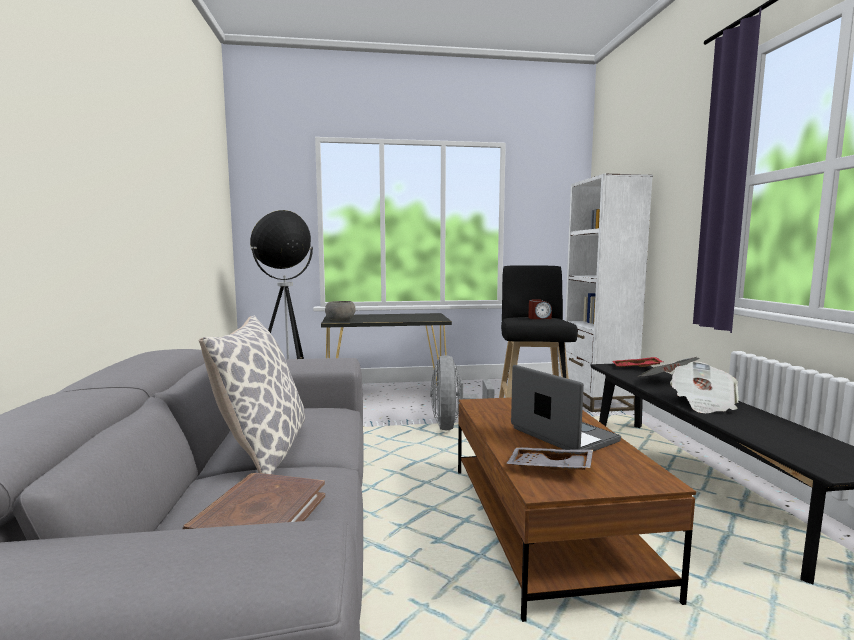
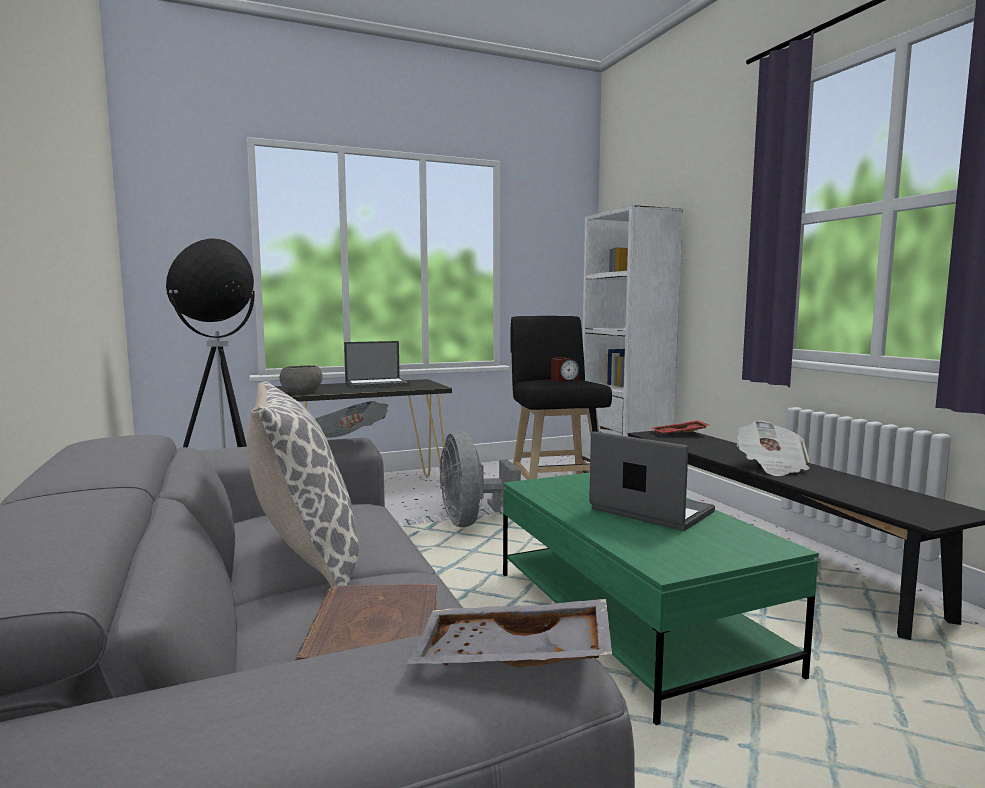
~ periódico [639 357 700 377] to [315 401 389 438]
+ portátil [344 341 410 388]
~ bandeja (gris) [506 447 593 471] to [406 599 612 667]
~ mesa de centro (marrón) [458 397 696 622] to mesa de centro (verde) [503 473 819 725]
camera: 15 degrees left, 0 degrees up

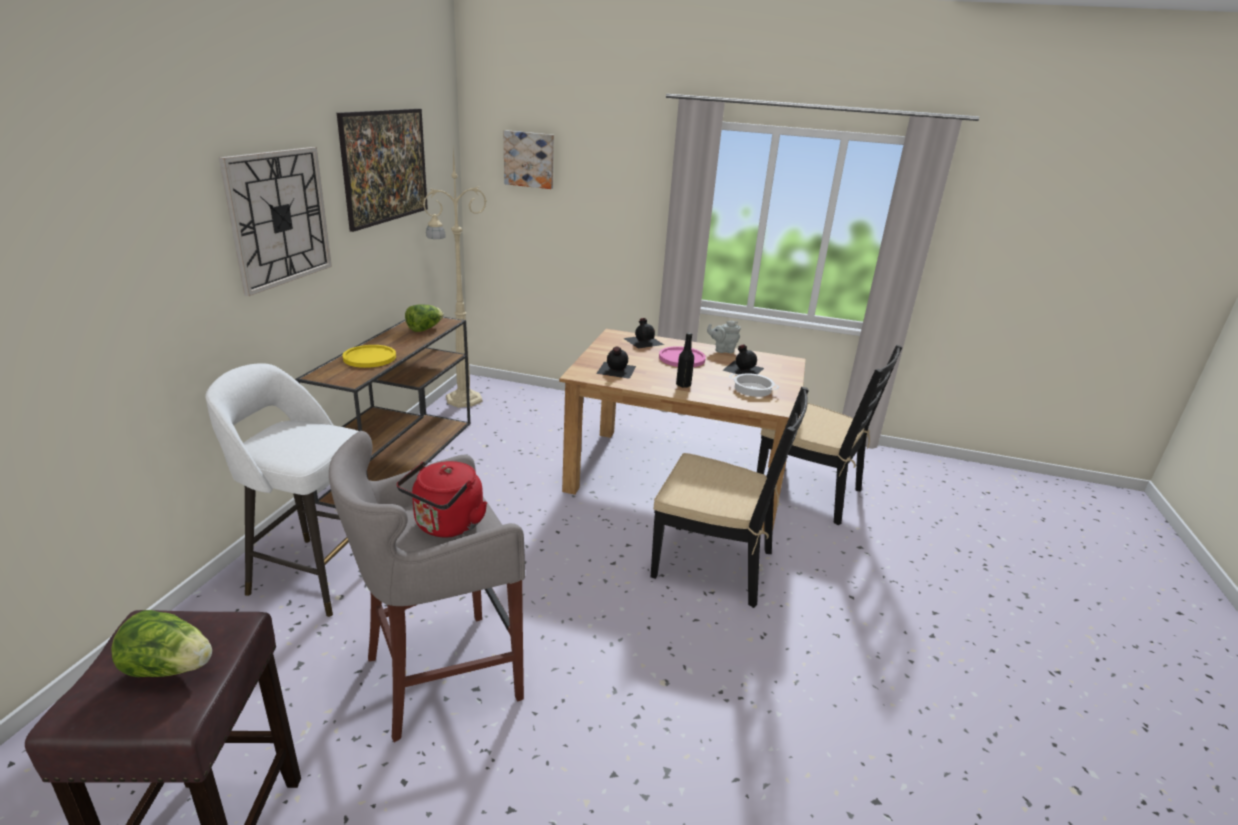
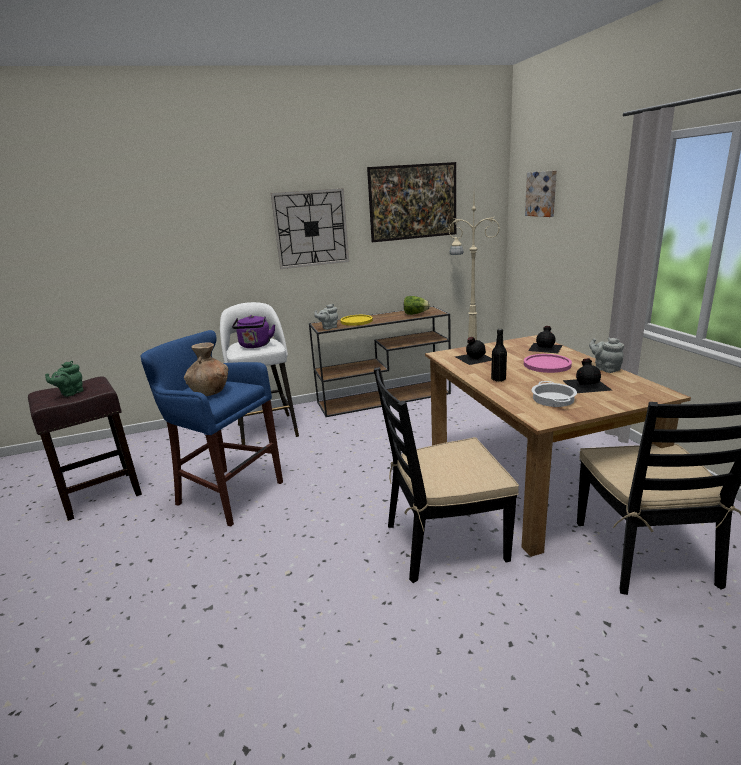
~ lechuga [111 610 212 677] to tetera (verde) [45 361 83 397]
~ taburete (gris) [329 431 525 743] to taburete (azul) [140 330 283 527]
~ hervidor (rojo) [397 461 487 537] to florero (marrón) [184 342 228 396]
+ hervidor (morado) [232 315 275 348]
+ tetera (gris) [314 304 338 330]
~ silla (negro) [651 387 809 608] = [374 367 519 583] 90 degrees clockwise
camera: 60 degrees right, 5 degrees down

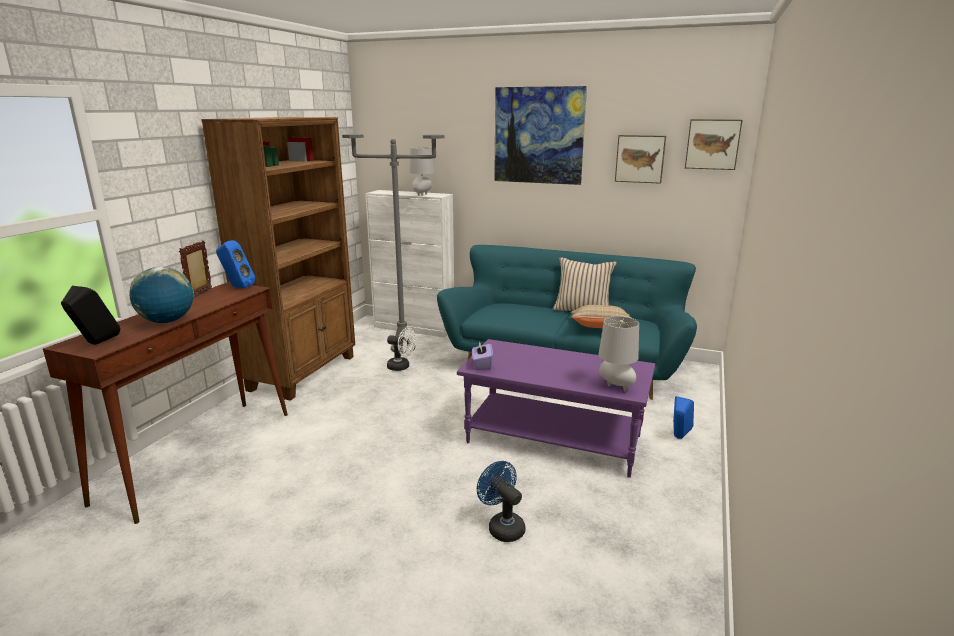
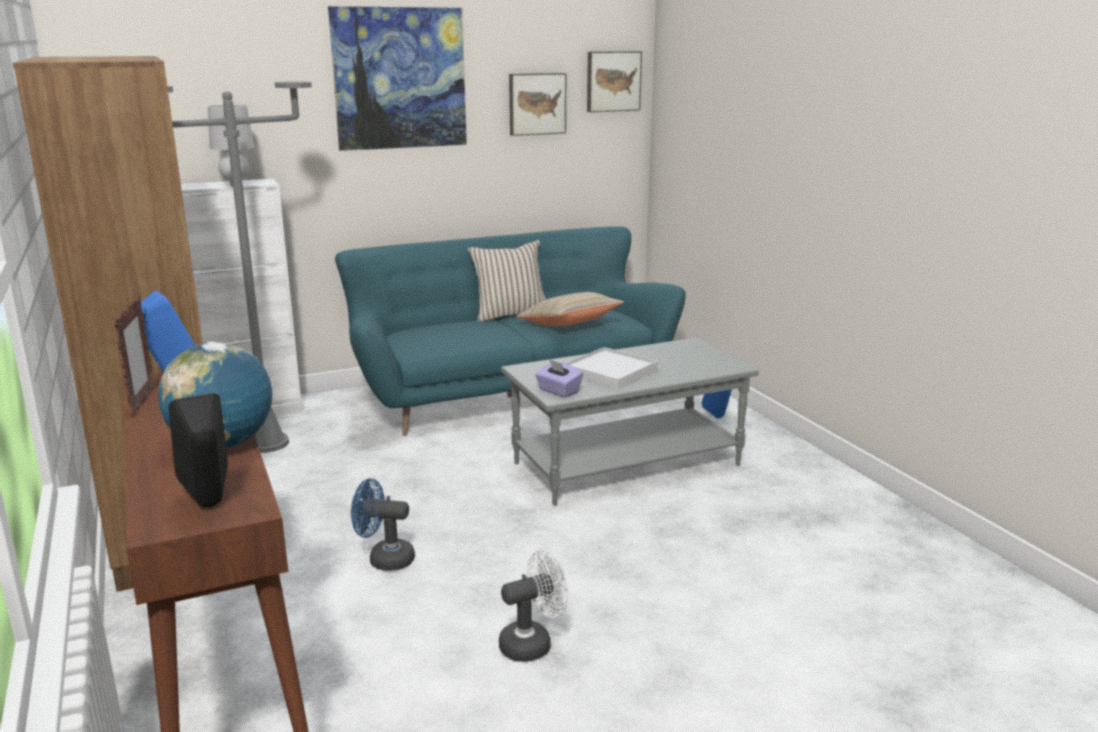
~ portarretratos [179 240 212 298] = [114 296 155 416] 150 degrees counterclockwise
~ ventilador (azul) [477 461 525 542] to [351 478 415 571]
~ ventilador (blanco) [387 327 416 371] to [499 550 568 662]
~ mesa de centro (morado) [457 339 655 478] to mesa de centro (gris) [501 338 759 506]
+ bandeja (blanco) [564 347 658 389]
- lámpara de mesa (gris) [599 316 639 392]
camera: 45 degrees left, 0 degrees up

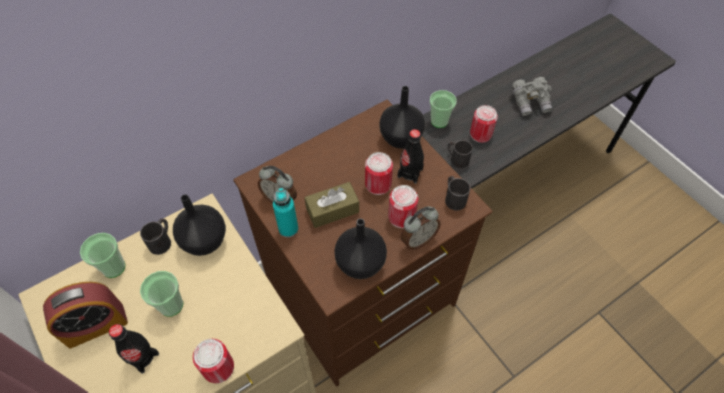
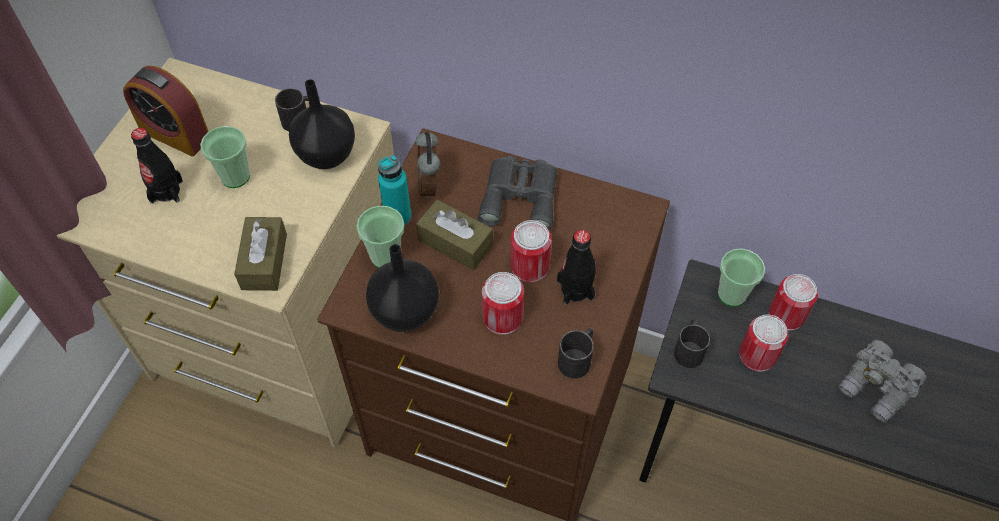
+ caja de pañuelos (marrón) [234 217 287 291]
~ taza [80 233 125 278] to [356 206 404 268]
+ prismáticos (gris) [478 156 557 231]
~ lata [193 339 234 384] to [769 274 818 331]
- florero (negro) [379 86 425 149]
- despertador [401 206 441 250]
camera: 55 degrees right, 0 degrees up

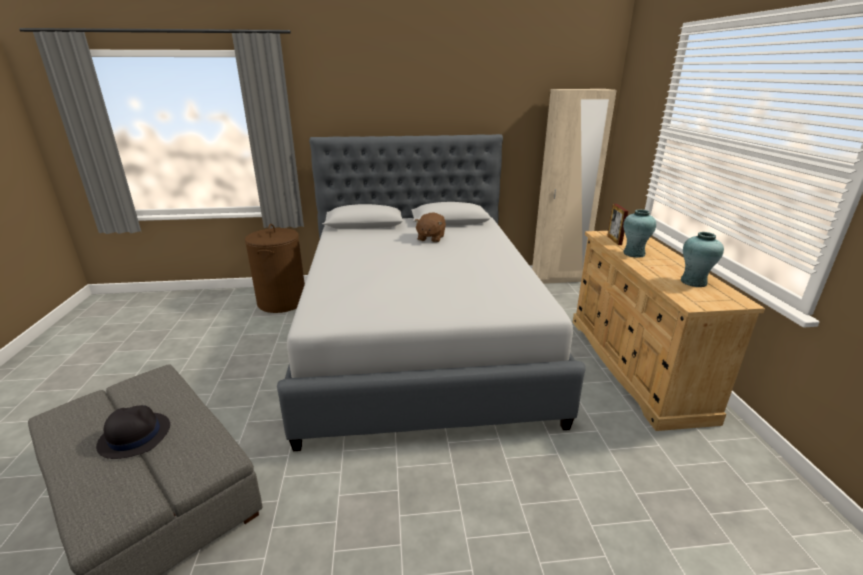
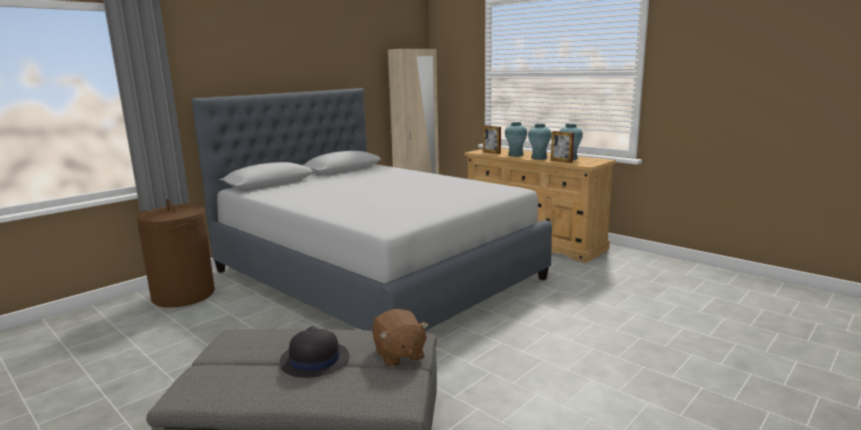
~ peluche (marrón) [414 212 446 243] to [372 309 429 367]
+ florero (turquesa) [528 124 552 160]
+ portarretratos [551 131 574 163]
camera: 40 degrees left, 10 degrees down

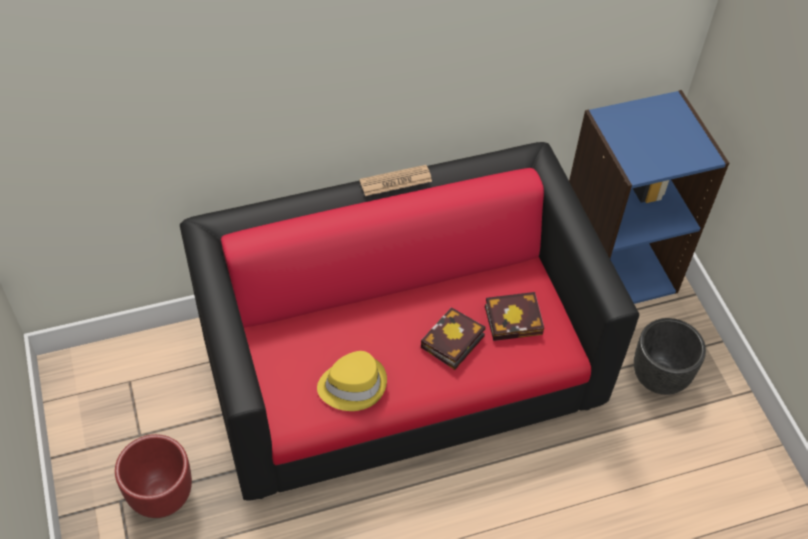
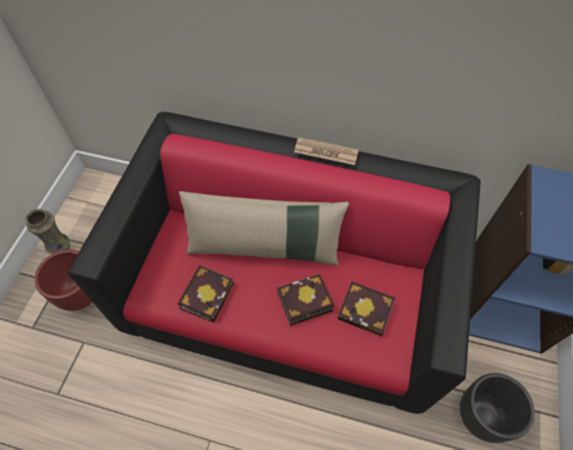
+ florero [25 209 70 254]
~ sombrero (amarillo) [317 351 387 411] to libro [178 265 234 323]
+ cojín (beis) [179 191 349 266]
camera: 35 degrees right, 5 degrees up

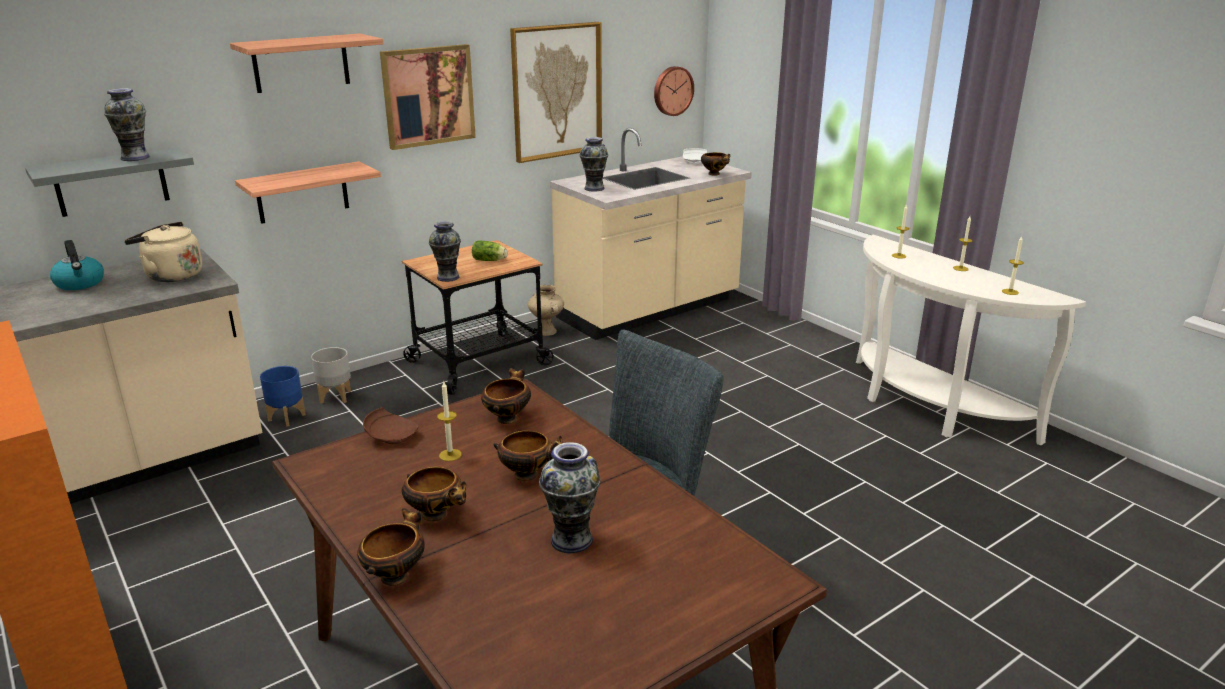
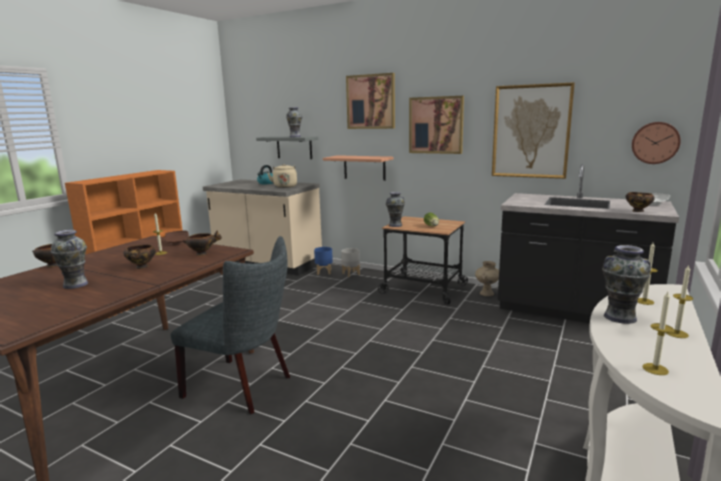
~ estante [230 34 383 93] to cuadro [346 73 395 129]
~ mueble bajo de cocina (beis) [550 128 752 340] to mueble bajo de cocina (negro) [498 164 679 323]
~ florero [579 137 608 192] to [602 245 651 324]
- cuenco [402 467 466 521]
camera: 65 degrees right, 10 degrees down

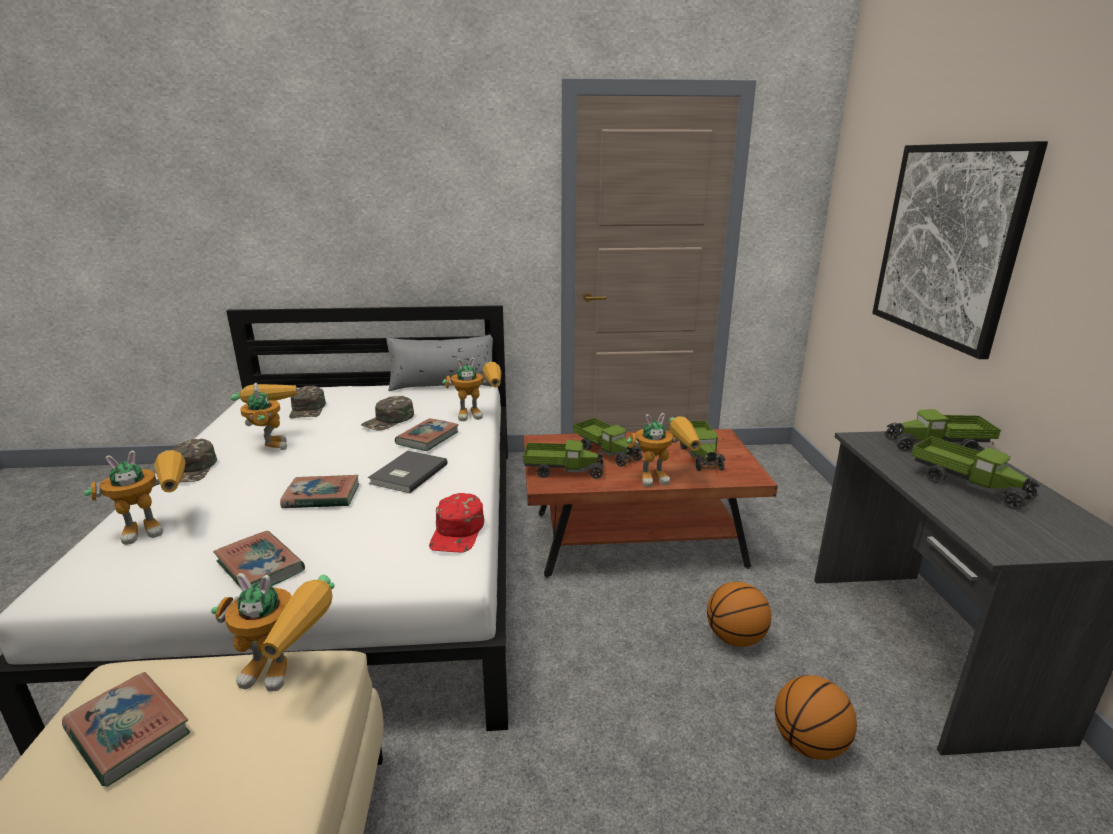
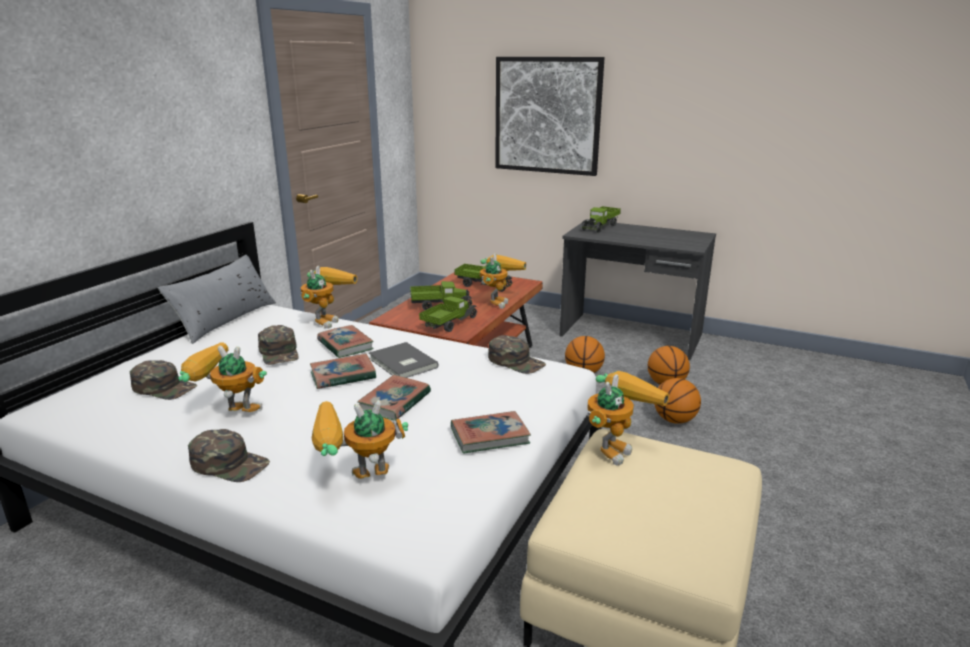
~ libro [62 672 190 787] to [310 354 376 389]
~ robot de juguete [84 450 185 545] = [312 400 408 479] 105 degrees counterclockwise
~ gorra (rojo) [429 493 484 552] to gorra (verde) [488 335 546 374]
+ balón de baloncesto [654 378 701 424]
- camión de juguete [911 436 1040 510]
camera: 60 degrees left, 0 degrees up

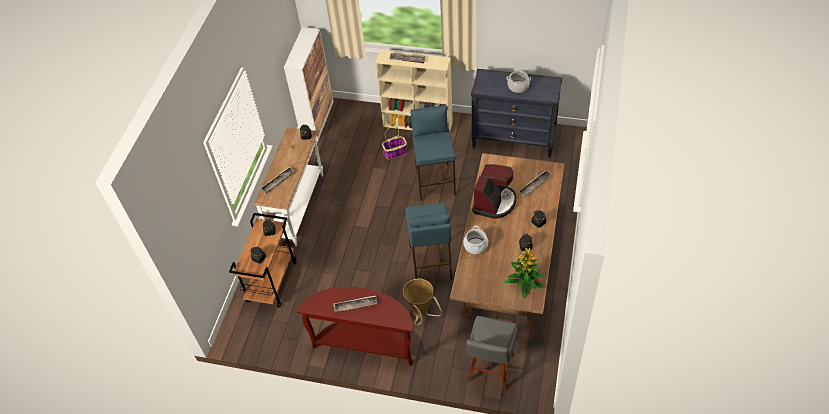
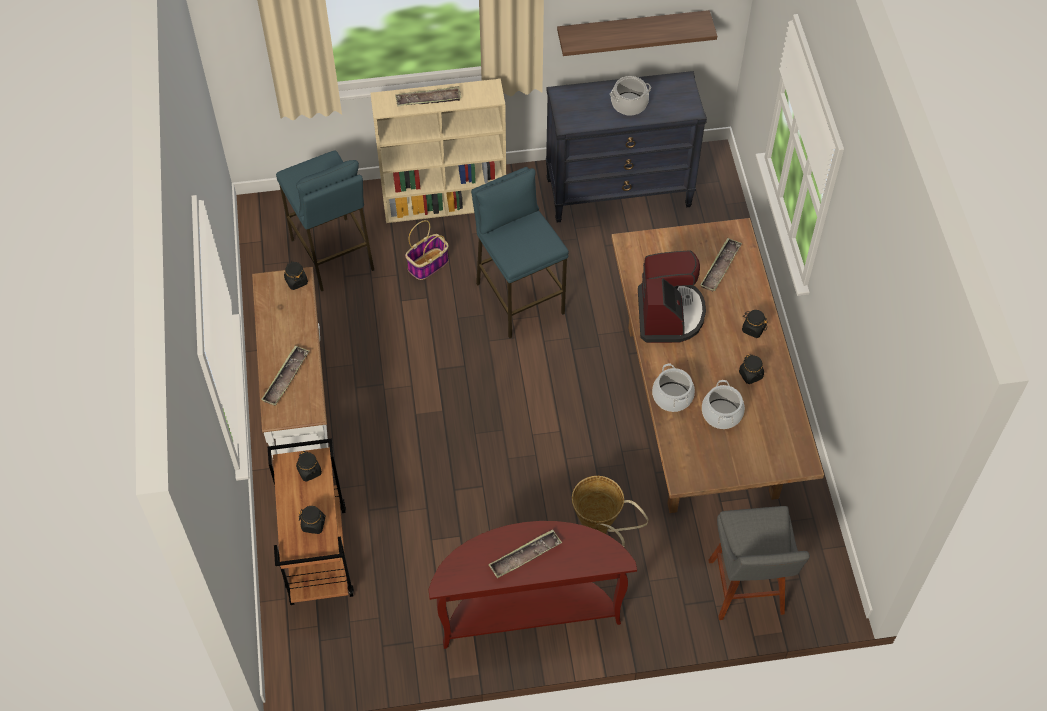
~ taburete (azul) [405 202 452 280] to [276 150 374 292]
+ estante [557 10 717 56]
+ olla [702 380 745 429]
- armario [284 27 333 141]
- planta en maceta [504 247 545 298]
camera: 25 degrees left, 5 degrees up

